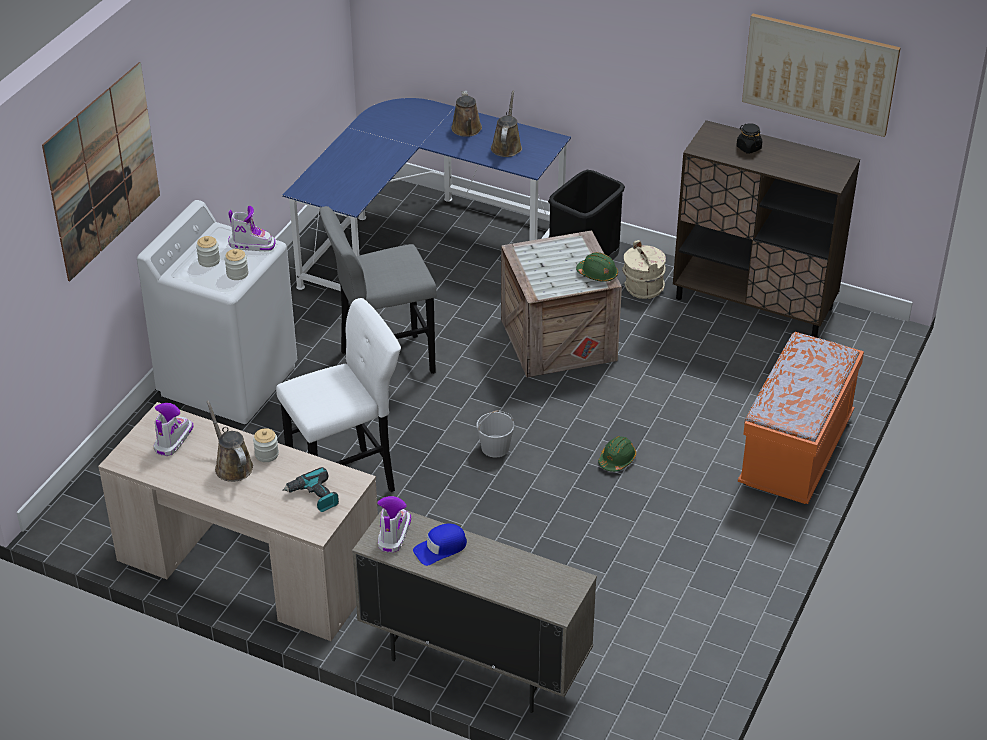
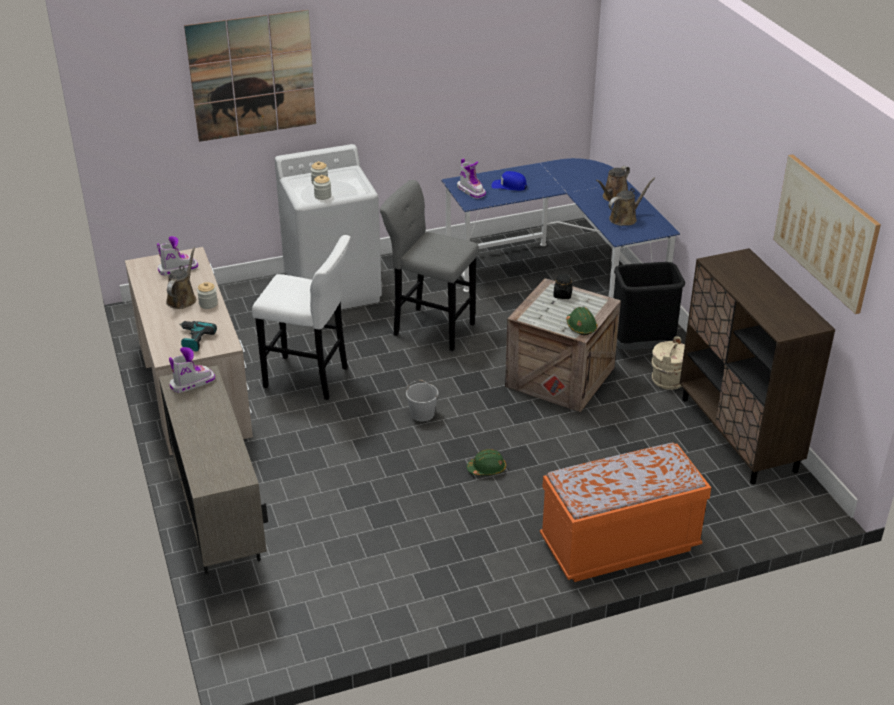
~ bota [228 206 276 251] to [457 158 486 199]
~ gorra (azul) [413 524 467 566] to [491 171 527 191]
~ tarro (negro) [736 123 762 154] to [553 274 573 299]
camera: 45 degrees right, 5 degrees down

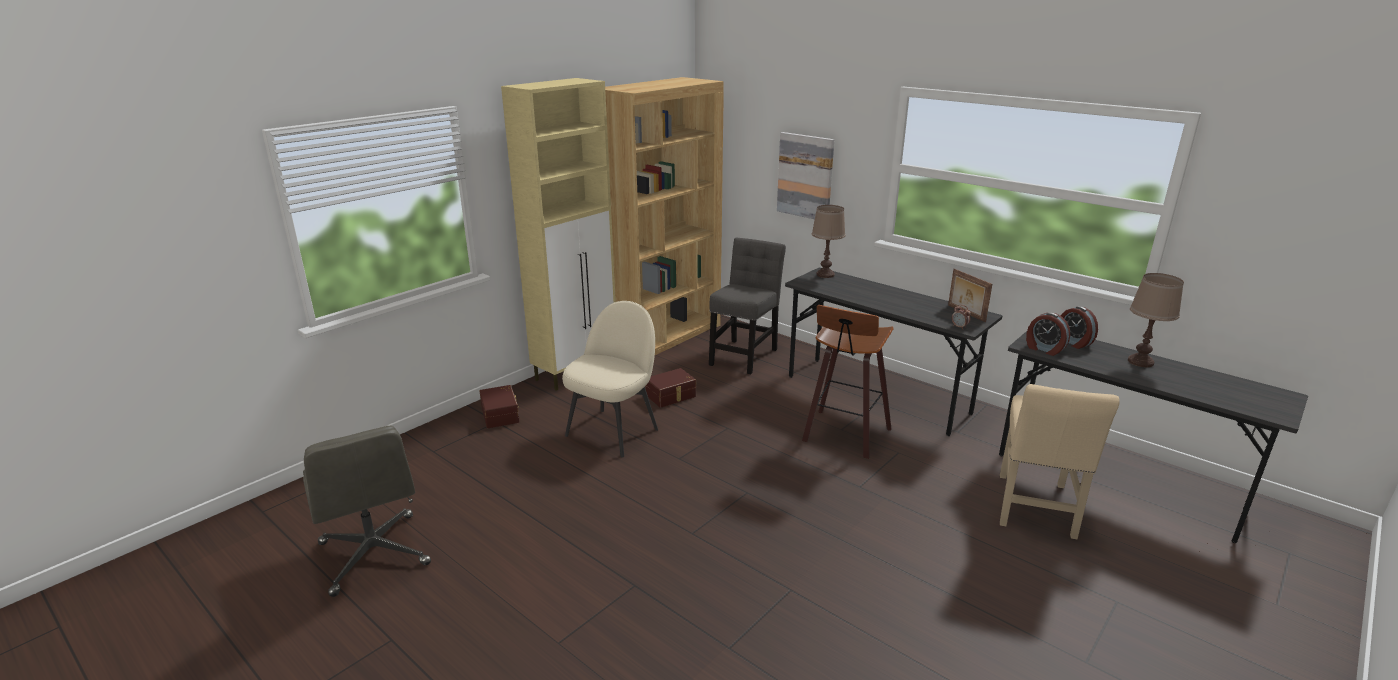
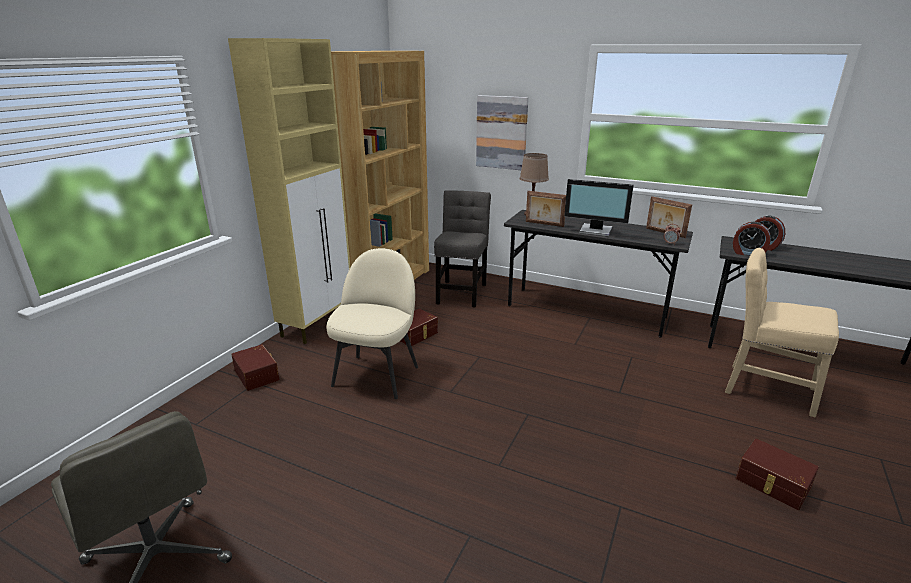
+ portarretratos [526 191 566 227]
+ monitor [564 179 634 237]
~ silla (beis) [1000 384 1120 539] = [725 248 839 418] 120 degrees clockwise
+ caja de almacenaje (marrón) [736 439 819 510]
- taburete [802 305 894 459]
- lámpara de mesa (marrón) [1128 273 1184 367]
camera: 15 degrees left, 0 degrees up

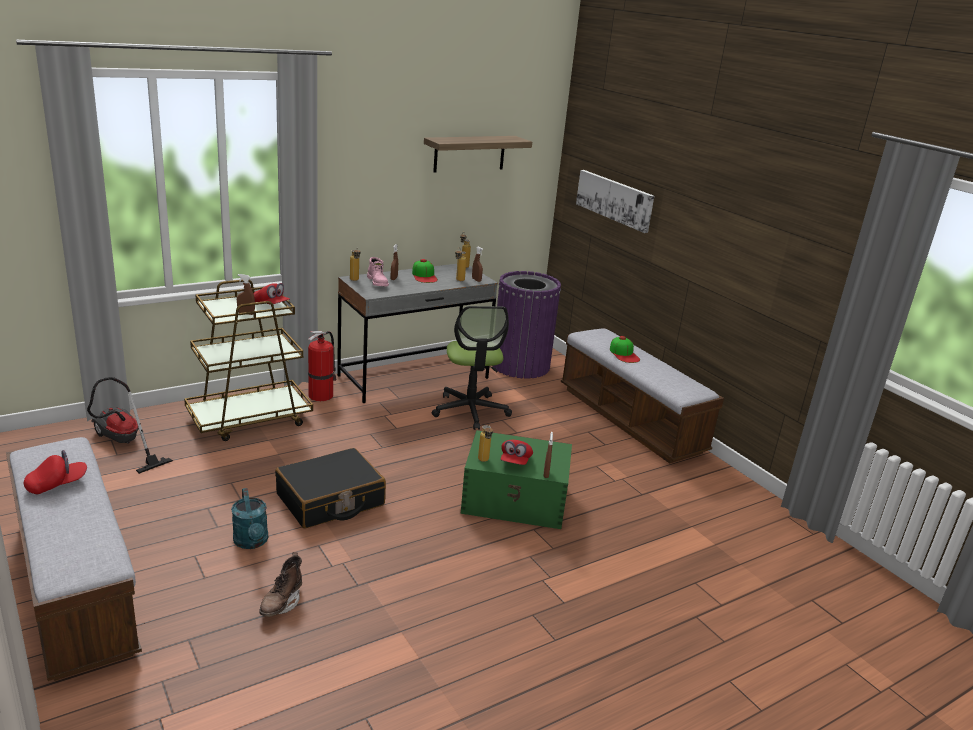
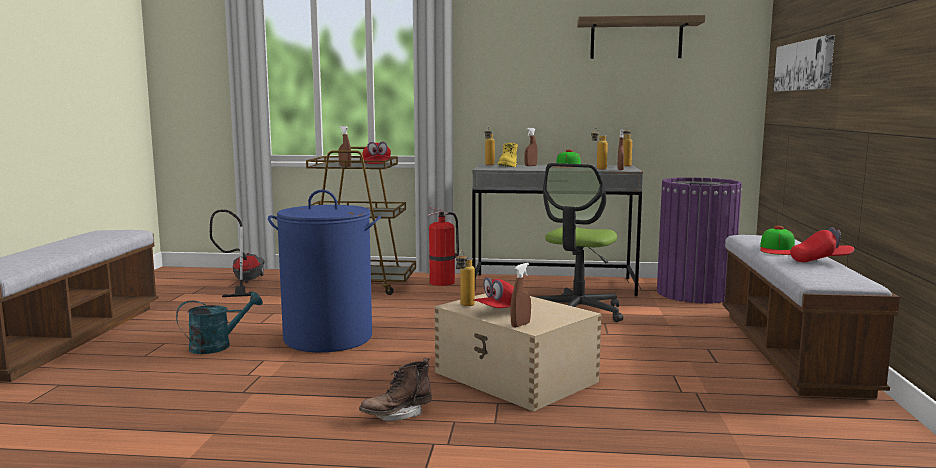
~ regadera (turquesa) [231 488 268 549] = [176 292 263 354] 135 degrees counterclockwise
~ maleta (negro) [275 448 386 528] to cesto de la ropa (azul) [268 190 381 353]
~ bota (marrón) [259 552 302 617] to [359 358 432 421]
~ caja de almacenaje (verde) [460 430 572 529] to caja de almacenaje (beis) [435 293 602 411]
~ bota (rosa) [367 257 389 286] to bota (amarillo) [498 143 518 167]
~ gorra (rojo) [24 450 87 494] to [790 227 854 262]
camera: 40 degrees right, 15 degrees down

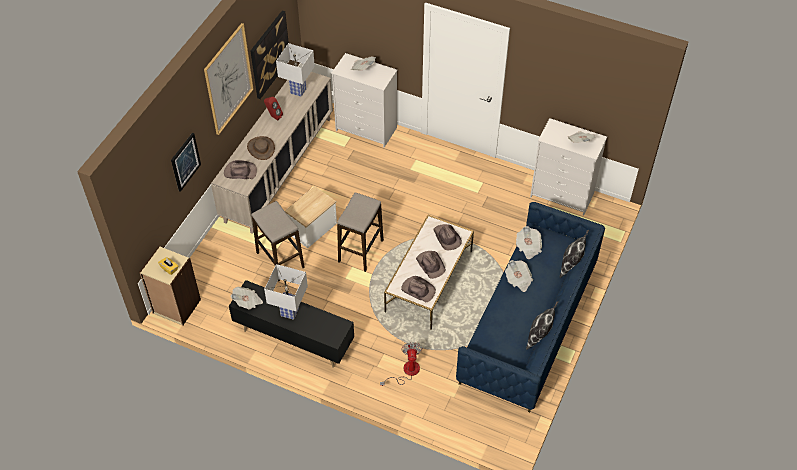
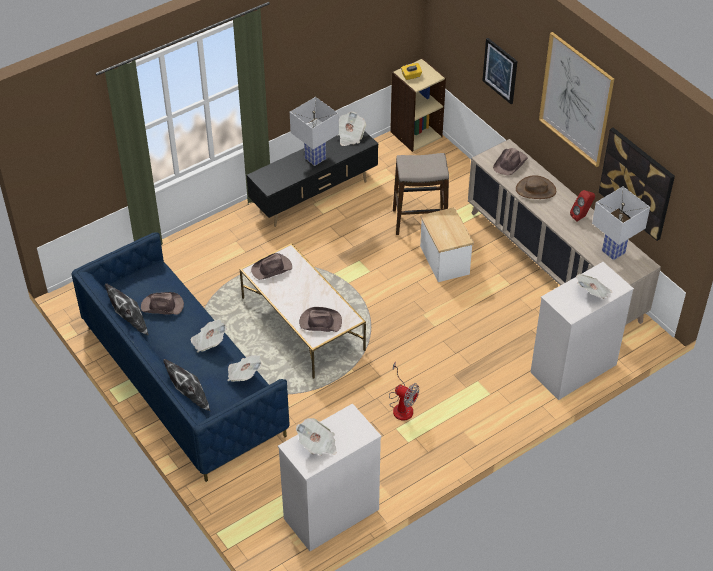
~ sombrero (marrón) [416 251 446 279] to [141 292 184 315]
~ ventilador [380 342 422 386] to [389 361 419 420]
- taburete [337 193 384 272]
camera: 120 degrees right, 5 degrees down

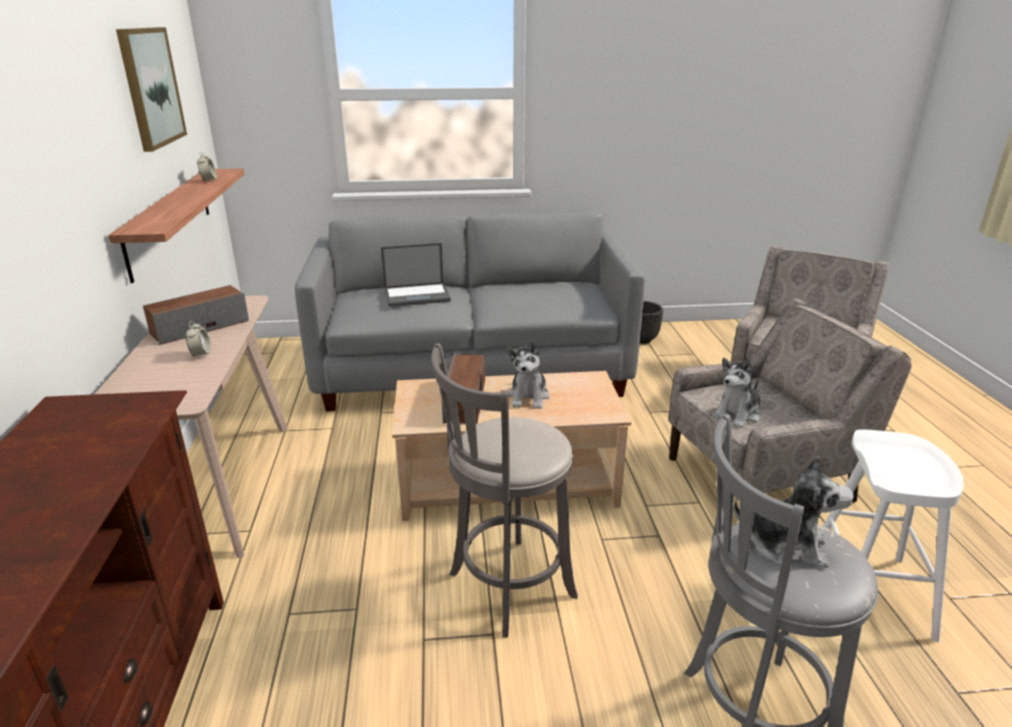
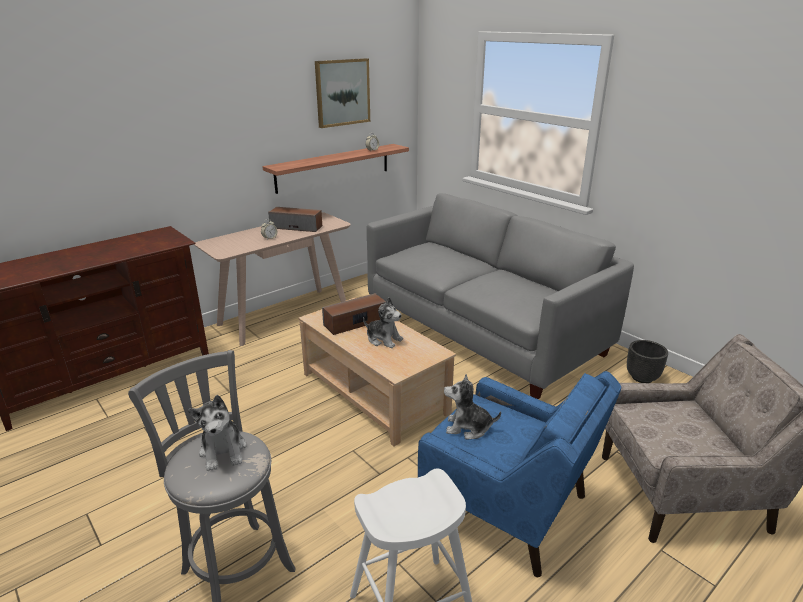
~ peluche [507 341 550 409] = [363 297 403 348] 120 degrees counterclockwise
~ sillón (beis) [668 299 912 502] to sillón (azul) [418 371 621 577]
- portátil [381 243 451 307]
- taburete (gris) [431 343 578 638]
camera: 55 degrees right, 0 degrees up

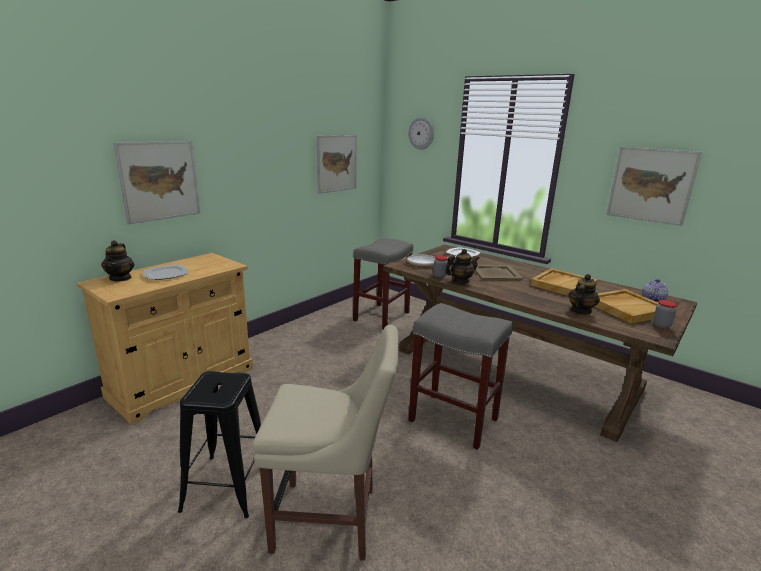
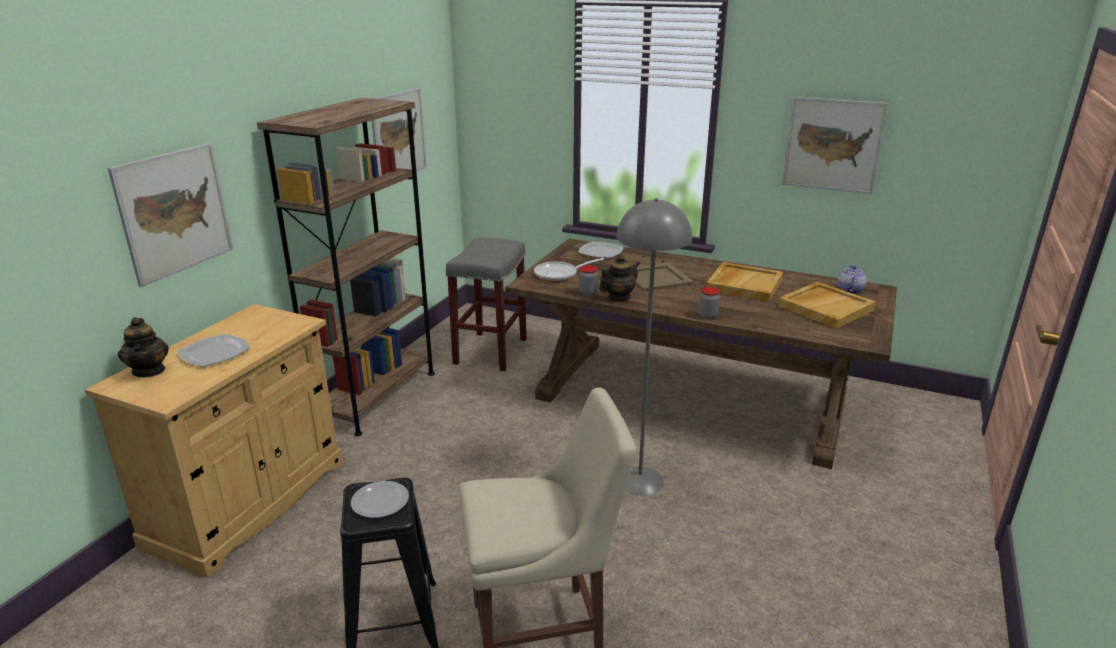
+ estantería (marrón) [257 98 435 436]
+ plato [351 481 409 518]
~ taburete (gris) [408 303 513 450] to lámpara de pie (gris) [617 199 692 496]
~ tarro [653 300 677 328] to [698 287 720 319]
- reloj de pared [408 117 434 150]
- tetera [568 274 600 314]
camera: 15 degrees left, 5 degrees up

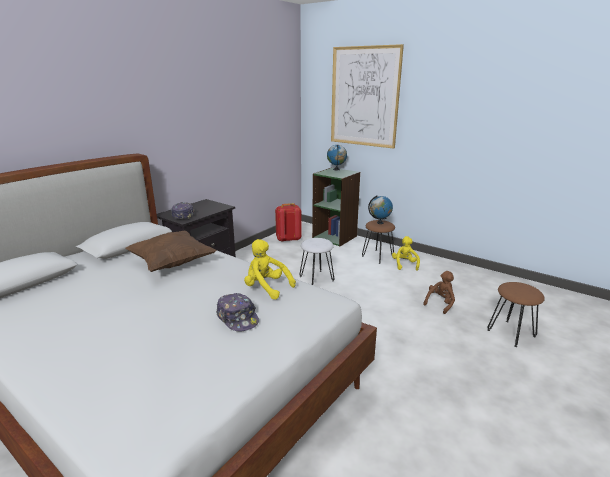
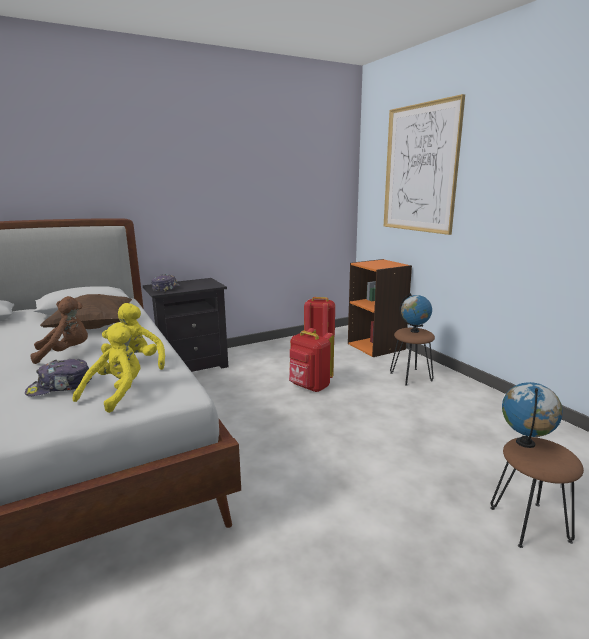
~ gorra [216 293 259 332] = [25 359 92 396] 75 degrees clockwise
~ peluche (marrón) [423 271 455 314] to [30 296 88 364]
~ peluche (amarillo) [392 236 420 270] to [72 322 141 413]
~ taburete (blanco) [299 238 334 285] to mochila (rojo) [289 328 334 392]
~ estantería (verde) [312 167 360 246] to estantería (naranja) [348 259 412 357]
~ globo terráqueo [327 145 347 170] to [502 382 563 448]
camera: 25 degrees right, 5 degrees down

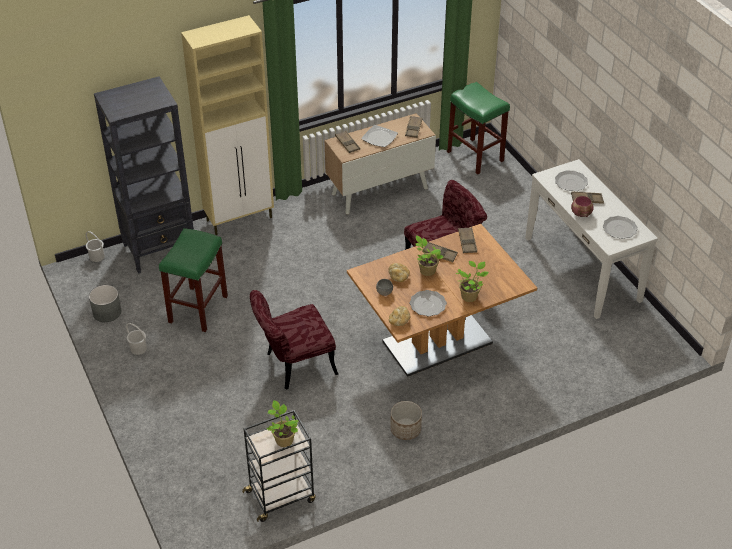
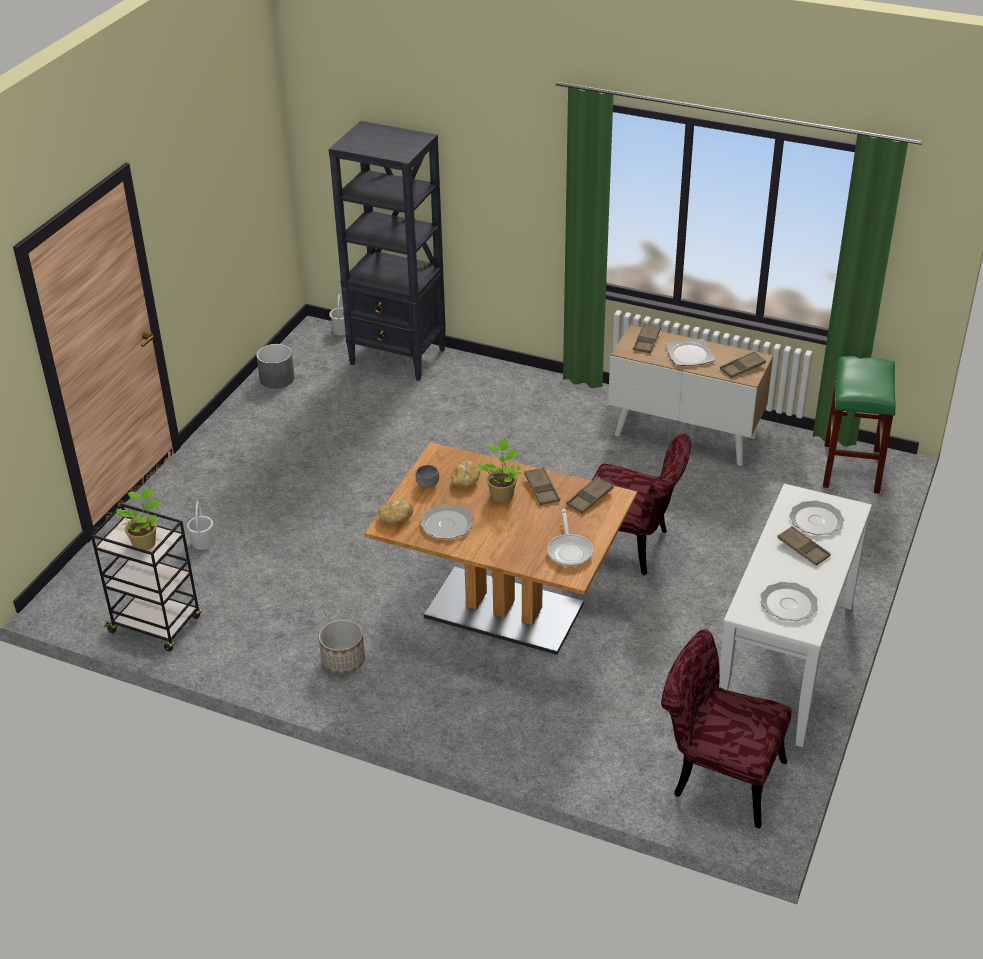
~ cubo (blanco) [126 323 147 355] to [187 502 214 550]
+ sartén [547 509 593 567]
~ silla (rojo) [250 290 338 389] to [661 629 791 829]
- taburete (verde) [159 228 228 332]
- armario (beis) [181 15 274 235]
- planta en maceta [455 261 489 302]
- cuenco [571 196 594 217]
camera: 50 degrees right, 5 degrees down

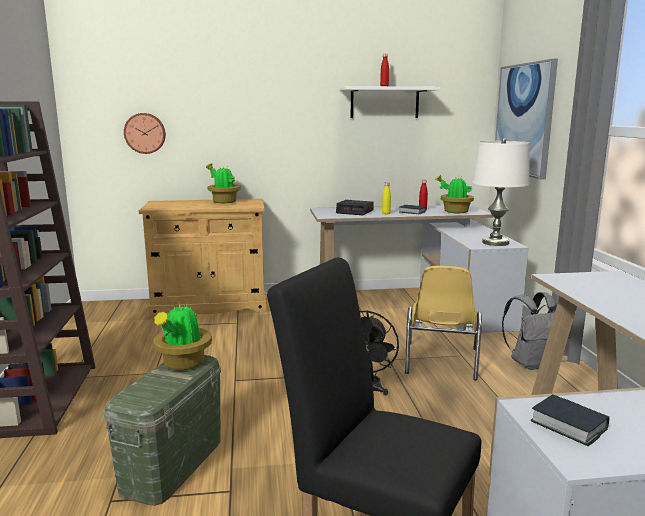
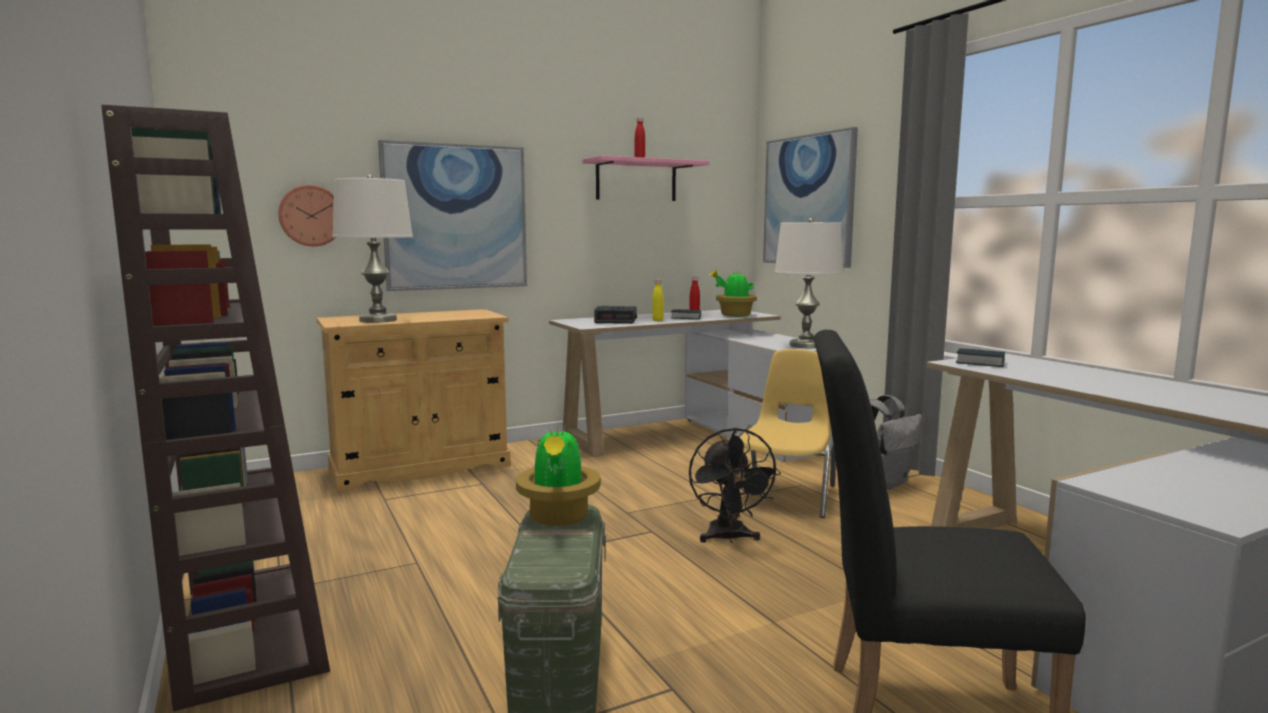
+ lámpara de mesa (blanco) [333 175 413 323]
+ cuadro [378 140 527 291]
~ estante (blanco) [340 86 440 118] to estante (rosa) [583 155 709 201]
~ silla (amarillo) [405 266 482 380] = [736 349 836 518] 150 degrees counterclockwise
~ libro [531 394 609 446] to [956 348 1005 367]
- planta en maceta [206 163 241 203]
camera: 20 degrees left, 5 degrees down

